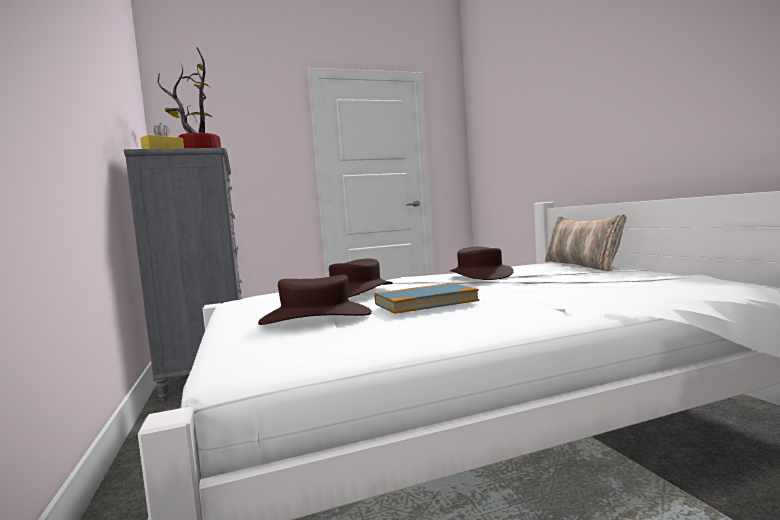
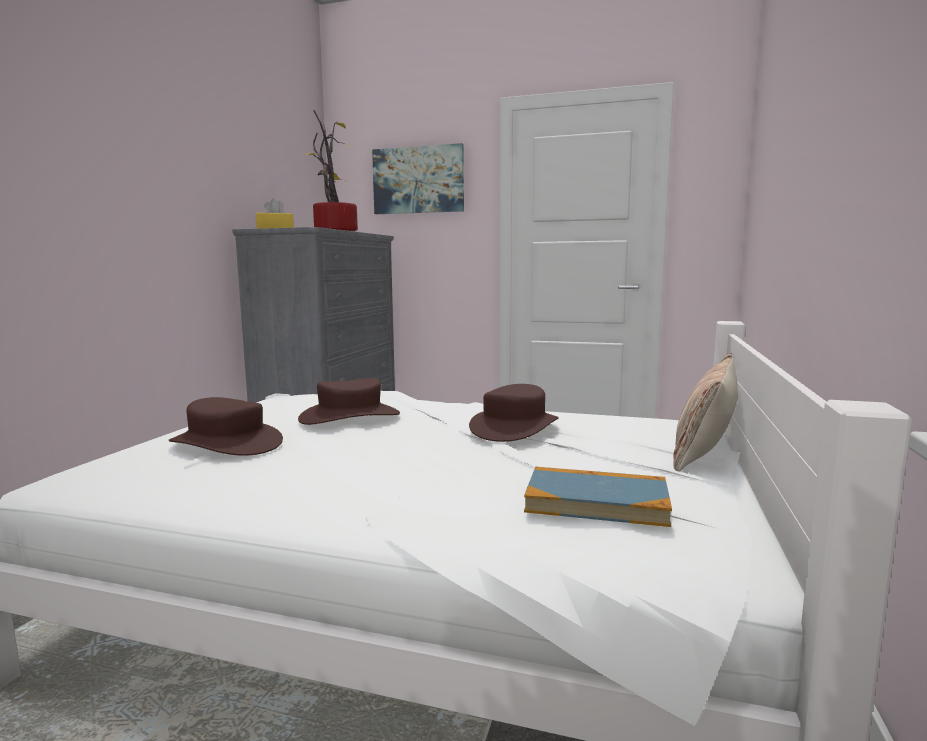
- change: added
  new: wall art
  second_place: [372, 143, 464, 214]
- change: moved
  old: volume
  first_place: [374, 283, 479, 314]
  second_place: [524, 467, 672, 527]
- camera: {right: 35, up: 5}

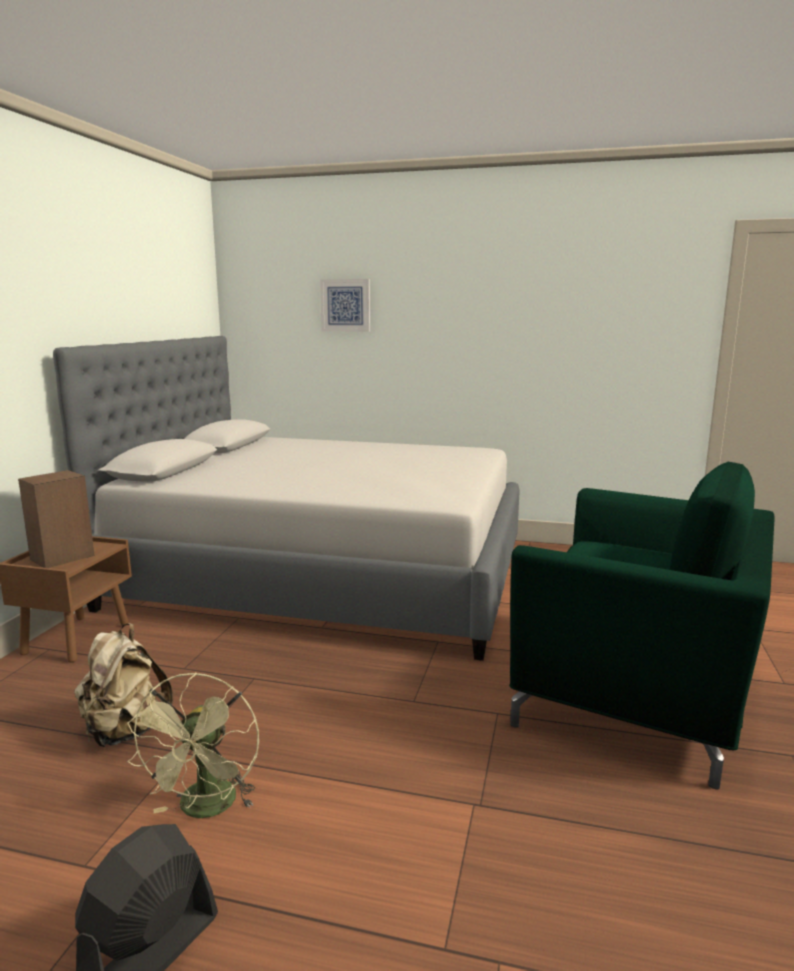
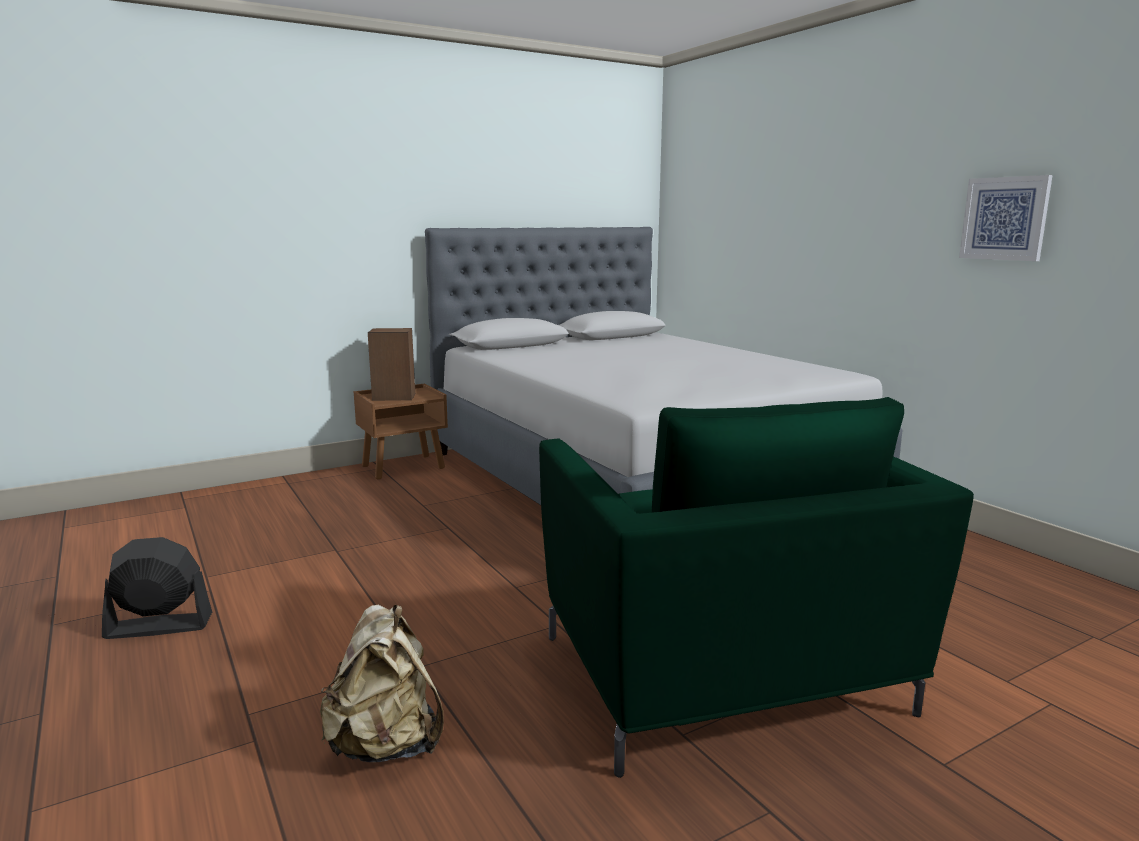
- change: removed
  old: green-coloured fan
  first_place: [127, 672, 259, 818]
- change: moved
  old: beige rucksack
  first_place: [74, 623, 173, 747]
  second_place: [320, 605, 444, 762]
- change: moved
  old: wall art
  first_place: [320, 279, 370, 332]
  second_place: [959, 175, 1053, 261]
- camera: {right: 45, up: 0}

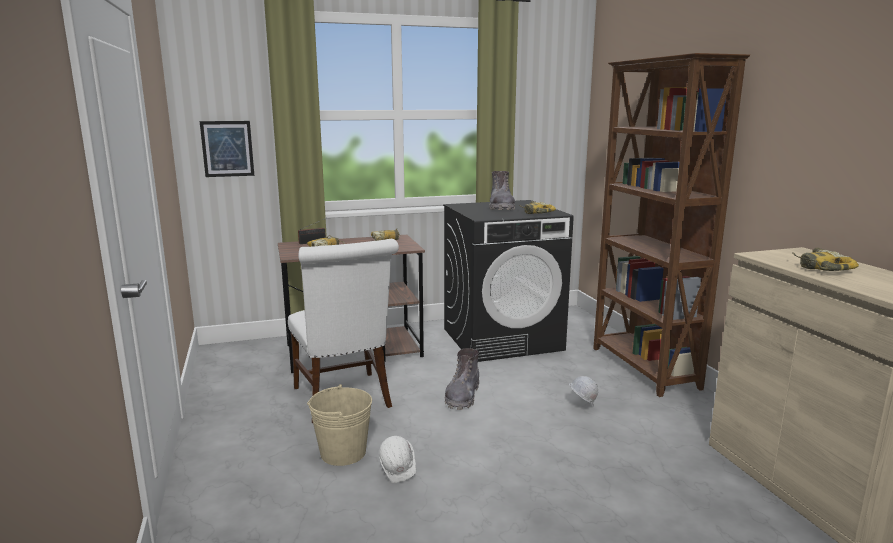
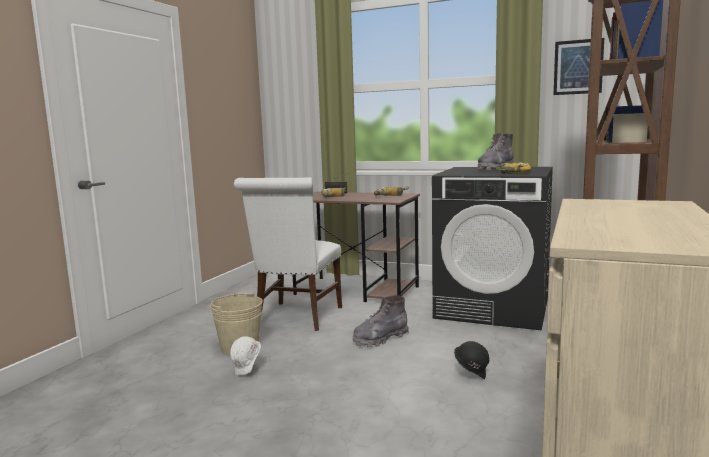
- change: removed
  old: power drill
  first_place: [792, 247, 859, 271]
- change: moved
  old: wall art
  first_place: [200, 121, 254, 177]
  second_place: [554, 38, 604, 95]
- change: recoloured
  old: white-coloured hard hat
  new: black hard hat
  first_place: [569, 376, 598, 406]
  second_place: [454, 341, 490, 379]
- camera: {right: 40, up: -5}

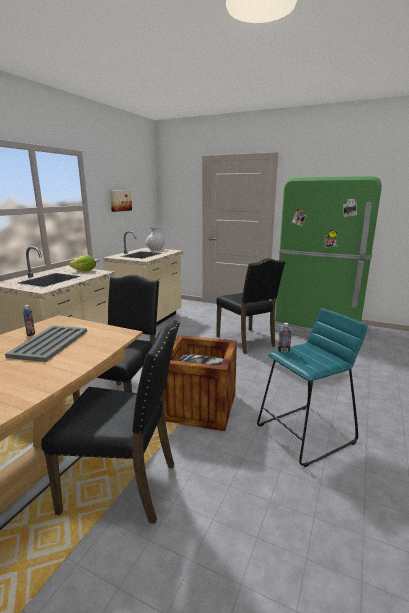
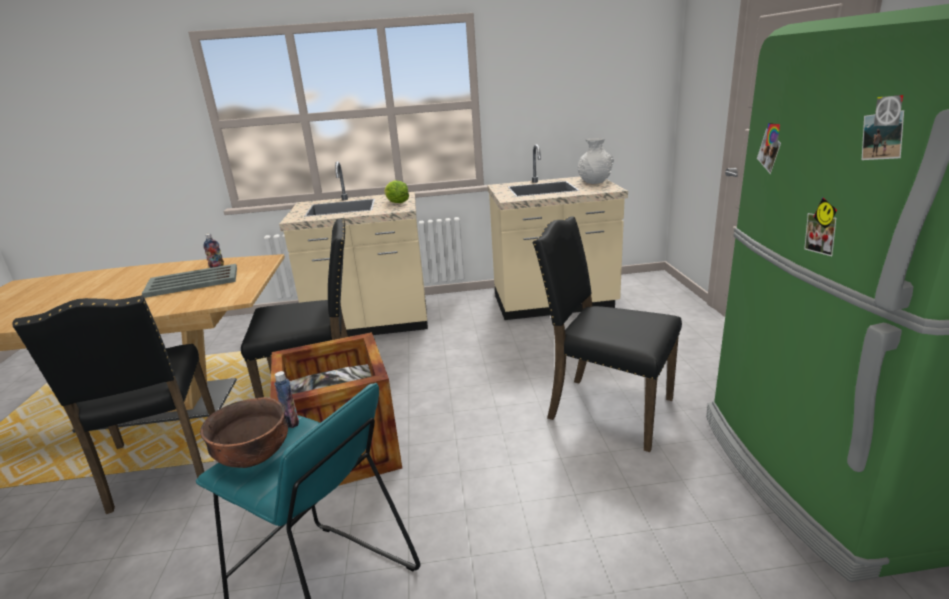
- change: removed
  old: wall art
  first_place: [110, 191, 132, 212]
- change: added
  new: brown-coloured bowl
  second_place: [200, 397, 288, 468]
- change: turned
  old: black upright chair
  first_place: [216, 258, 285, 354]
  second_place: [532, 216, 682, 452]
  degrees: 90
- camera: {right: 60, up: 5}

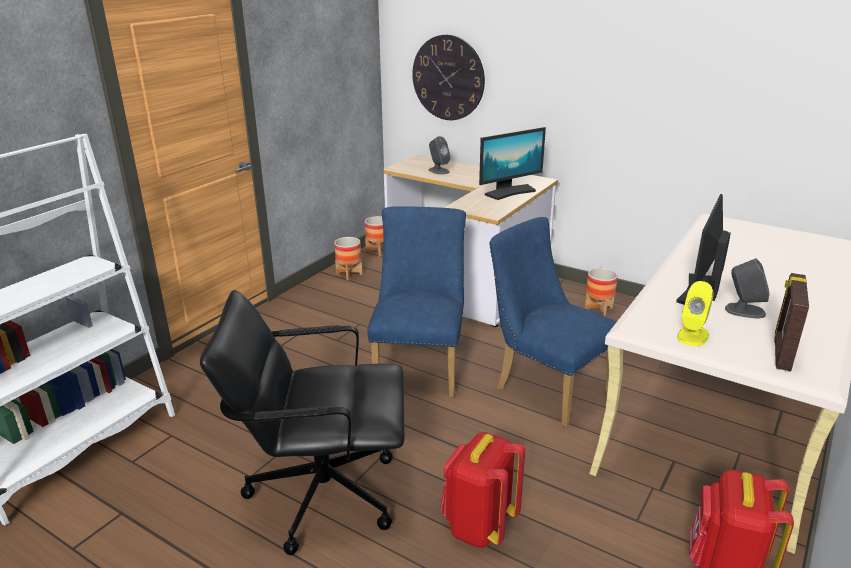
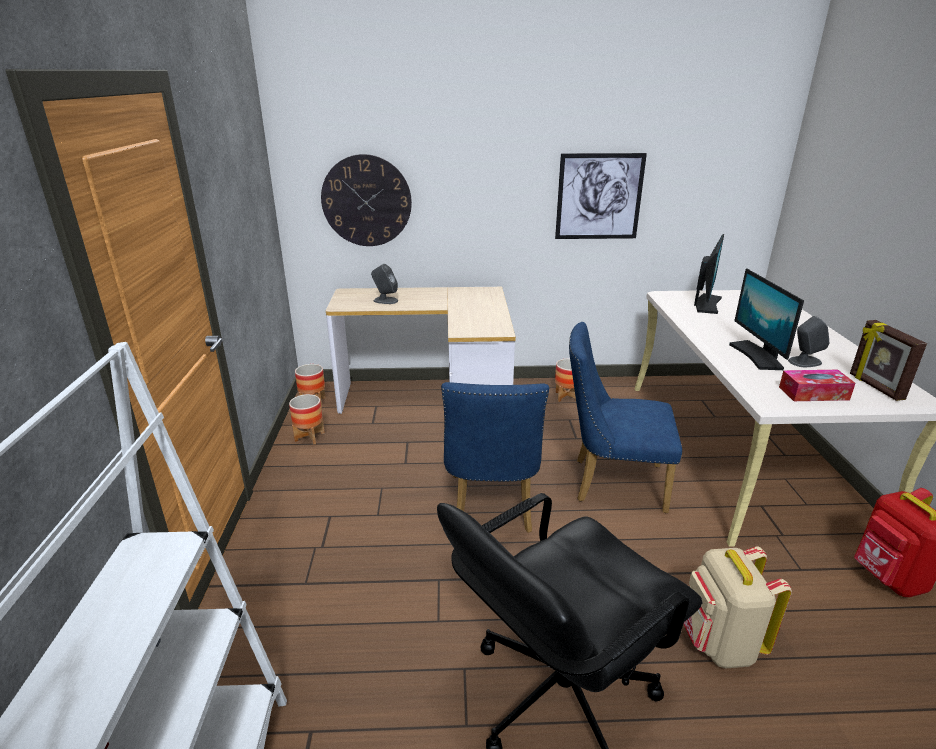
- change: added
  new: wall art
  second_place: [555, 153, 647, 239]
- change: moved
  old: monitor
  first_place: [479, 127, 546, 200]
  second_place: [694, 234, 724, 314]
- change: replaced
  old: yellow-coloured speaker
  new: box of tissues
  first_place: [677, 281, 713, 346]
  second_place: [779, 370, 855, 401]
- change: recoloured
  old: reddish rucksack
  new: beige rucksack
  first_place: [440, 432, 525, 548]
  second_place: [683, 546, 792, 669]
- change: turned
  old: blue-coloured upright chair
  first_place: [367, 206, 466, 398]
  second_place: [441, 382, 549, 533]
  degrees: -150
- camera: {right: -35, up: 0}

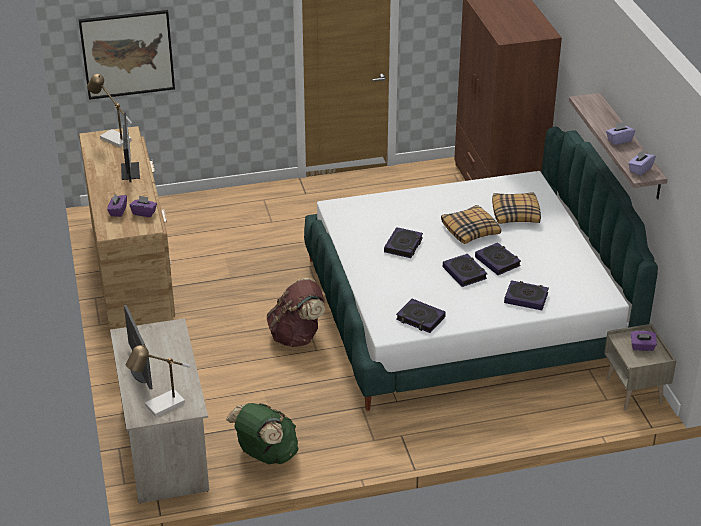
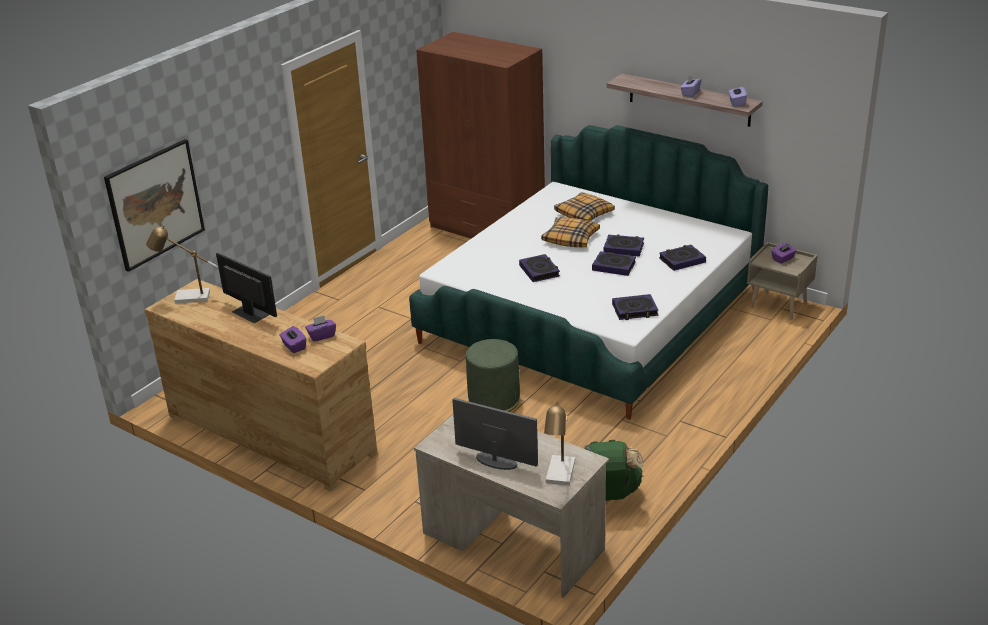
- change: replaced
  old: brown-coloured rucksack
  new: green-coloured footrest
  first_place: [266, 278, 325, 347]
  second_place: [466, 339, 520, 412]
- camera: {right: -40, up: -5}

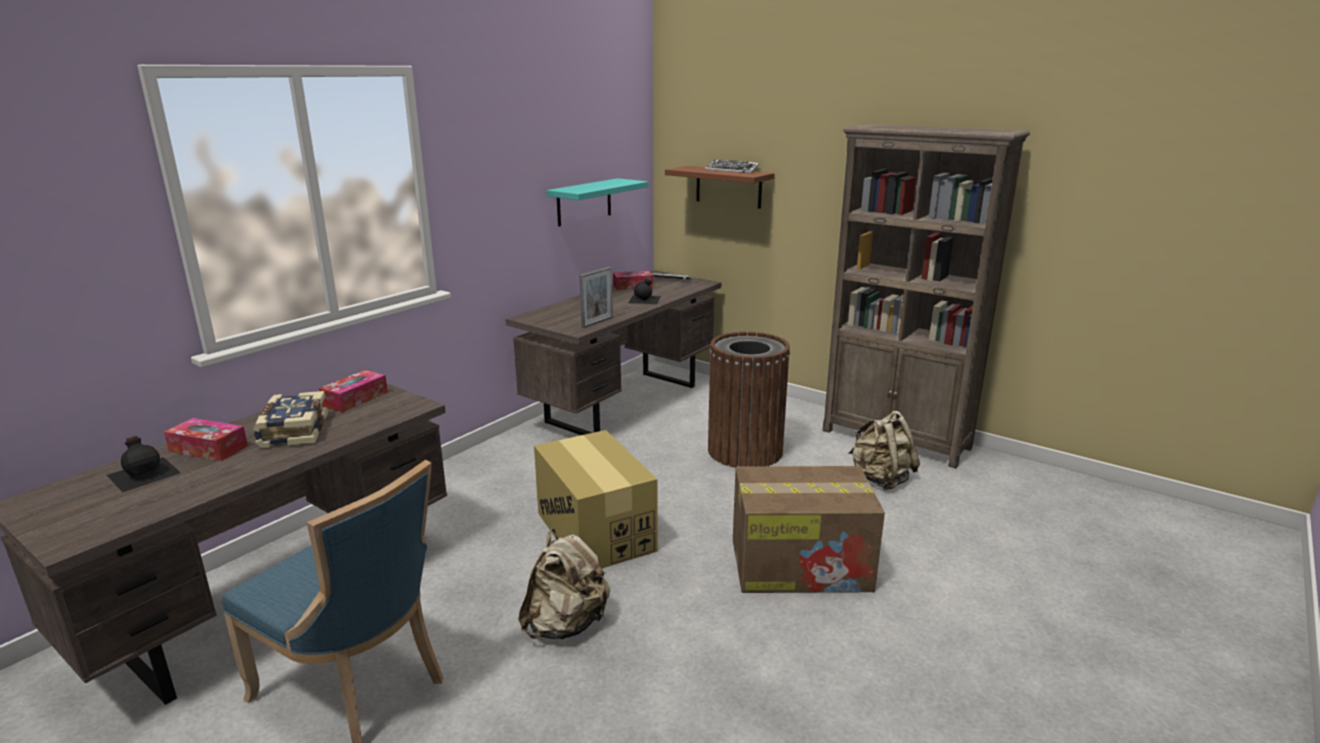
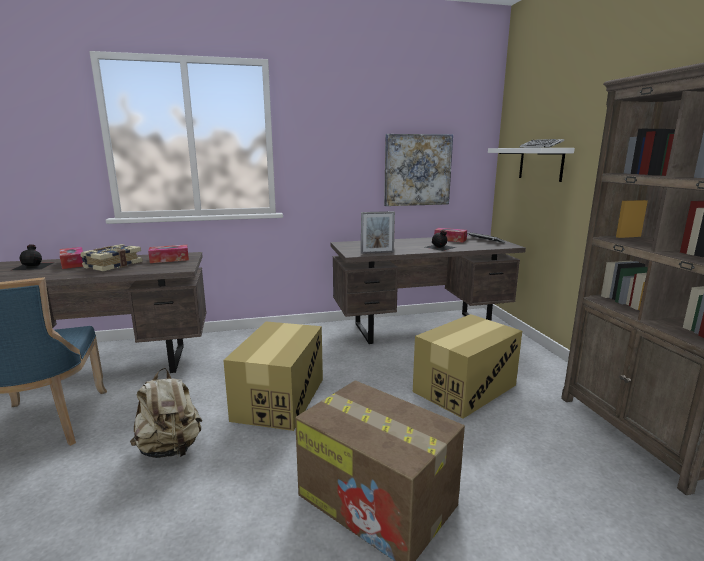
- change: removed
  old: beige rucksack
  first_place: [848, 411, 920, 490]
- change: replaced
  old: turquoise bracket shelf
  new: wall art
  first_place: [546, 178, 648, 226]
  second_place: [384, 134, 453, 206]
- change: replaced
  old: brown-coloured rubbish bin
  new: cardboard box
  first_place: [708, 331, 790, 468]
  second_place: [413, 314, 522, 419]
- change: recoloured
  old: brown-coloured bracket shelf
  new: white-coloured bracket shelf
  first_place: [665, 166, 774, 209]
  second_place: [488, 148, 575, 182]
- camera: {right: 40, up: -5}

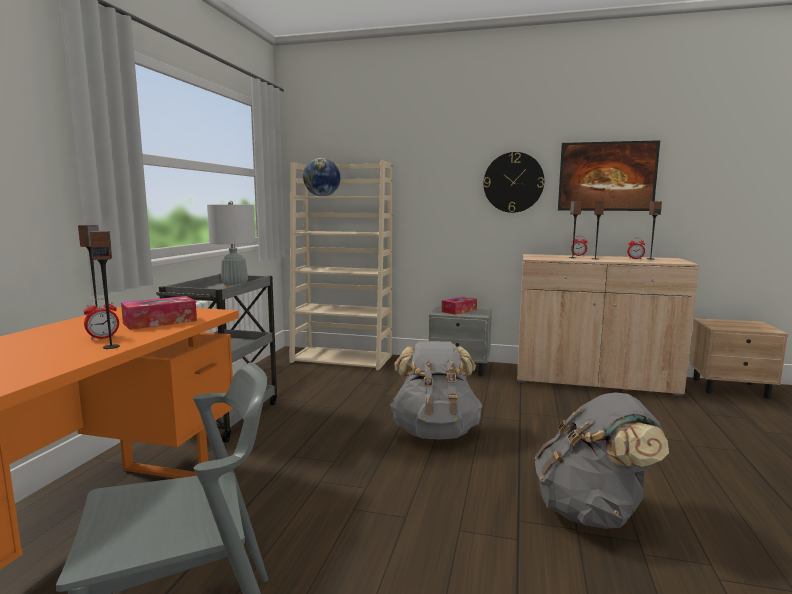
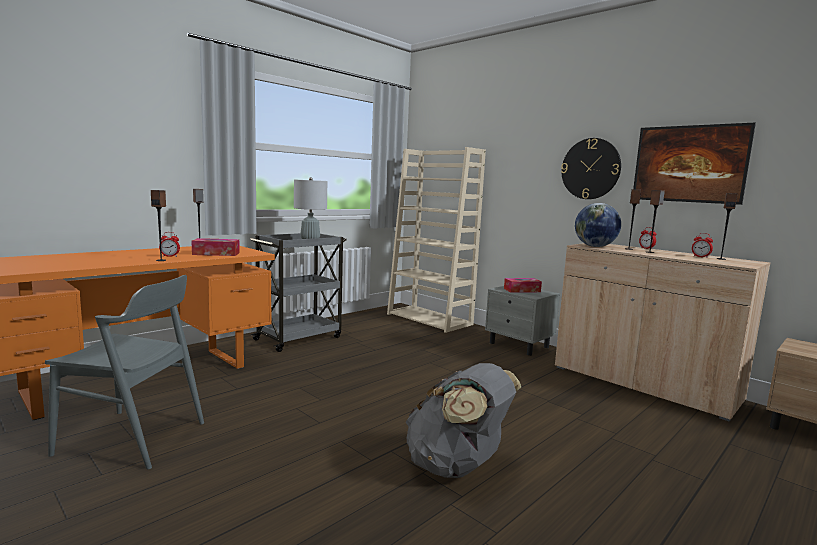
- change: removed
  old: gray rucksack
  first_place: [390, 341, 483, 439]
- change: moved
  old: globe
  first_place: [303, 158, 340, 196]
  second_place: [575, 203, 621, 247]
- camera: {right: 30, up: 0}

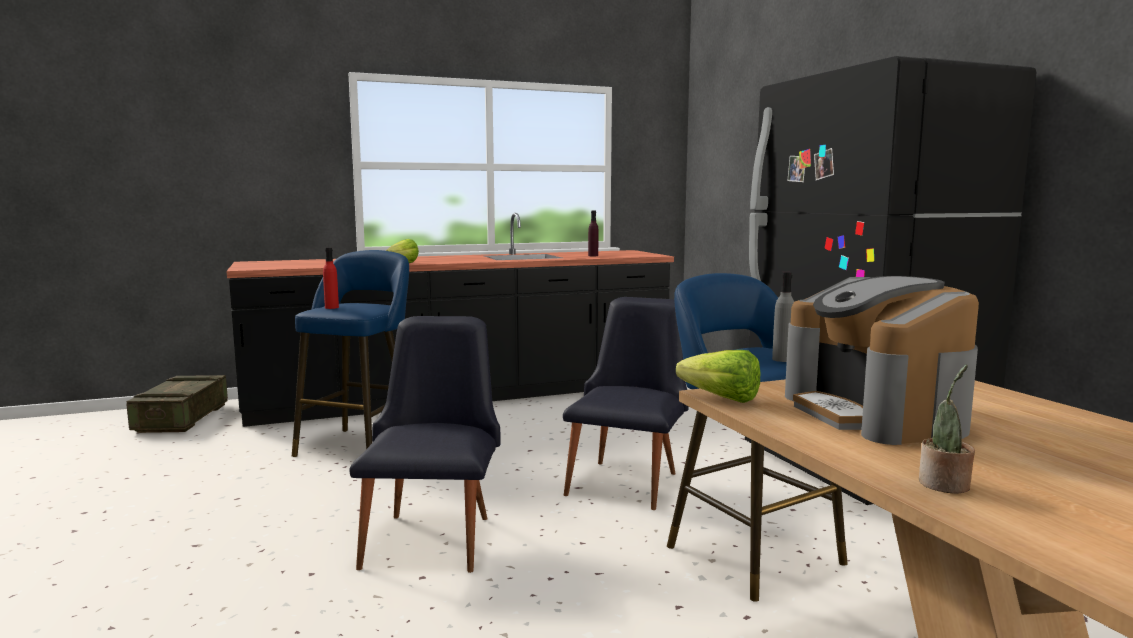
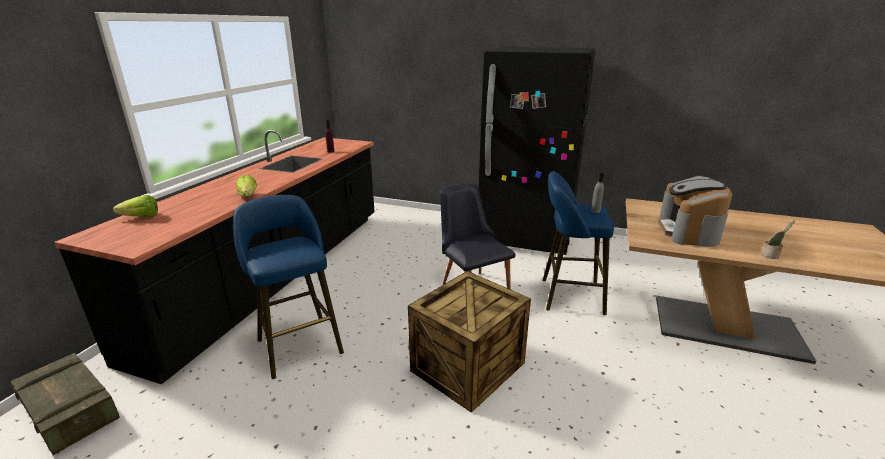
- change: removed
  old: reddish drink bottle
  first_place: [323, 247, 339, 309]
- change: moved
  old: head of lettuce
  first_place: [676, 350, 760, 403]
  second_place: [113, 195, 158, 217]
- change: replaced
  old: black upright chair
  new: shipping crate
  first_place: [349, 316, 501, 573]
  second_place: [408, 271, 531, 413]
- change: turned
  old: coffee brewer
  first_place: [785, 276, 979, 445]
  second_place: [658, 176, 732, 247]
  degrees: 75
- camera: {right: -50, up: 15}

